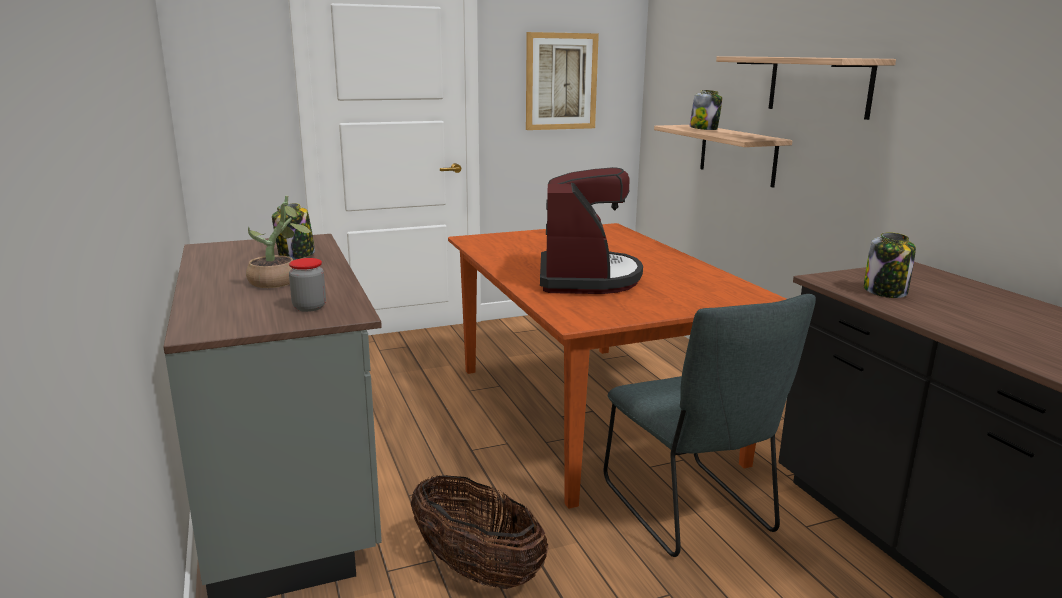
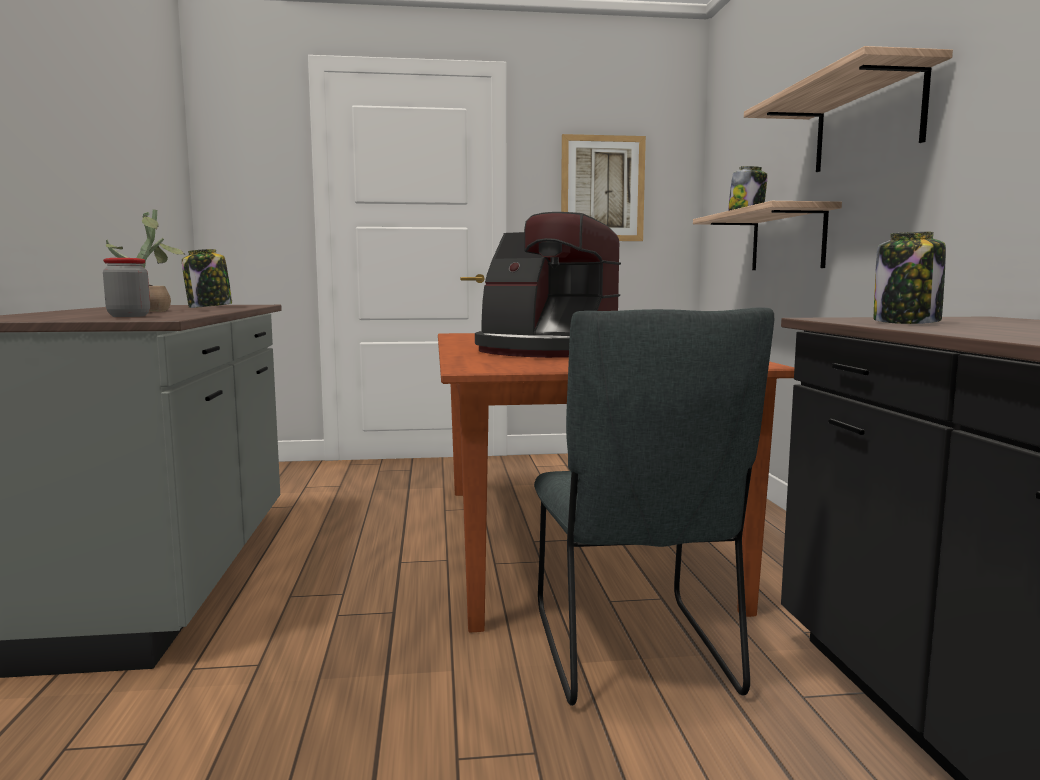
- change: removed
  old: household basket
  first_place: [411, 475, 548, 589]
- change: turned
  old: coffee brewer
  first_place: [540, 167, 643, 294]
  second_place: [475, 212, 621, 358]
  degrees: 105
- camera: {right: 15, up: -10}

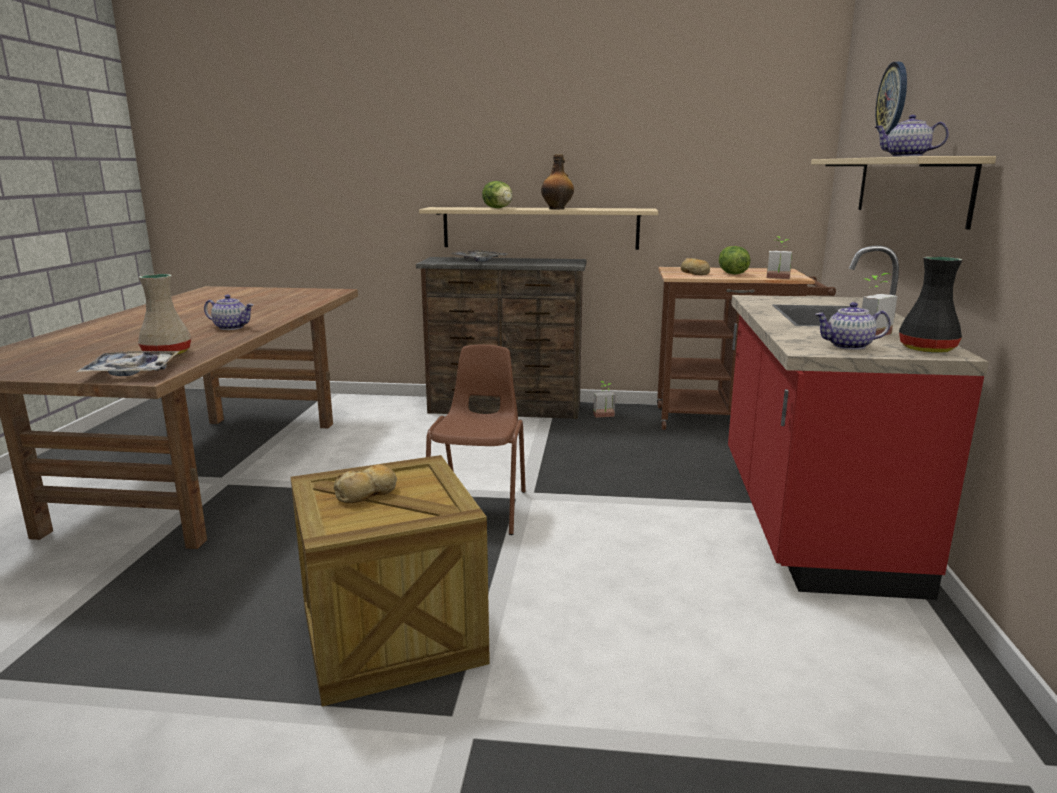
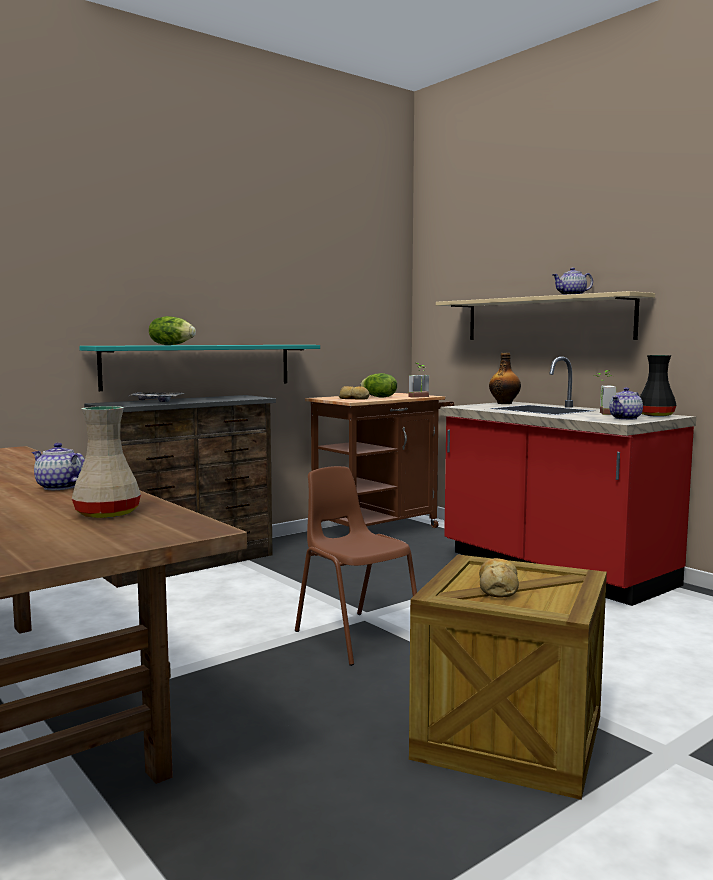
- change: removed
  old: serving tray
  first_place: [77, 351, 180, 376]
- change: removed
  old: plant in a pot
  first_place: [593, 381, 615, 418]
- change: removed
  old: hanging clock
  first_place: [875, 62, 907, 134]
- change: moved
  old: drink bottle
  first_place: [541, 154, 574, 209]
  second_place: [489, 353, 521, 404]
- change: recoloured
  old: beige bracket shelf
  new: turquoise bracket shelf
  first_place: [419, 207, 658, 250]
  second_place: [79, 345, 320, 391]
- change: turned
  old: teapot
  first_place: [204, 295, 254, 330]
  second_place: [32, 443, 85, 490]
  degrees: -120
- camera: {right: -45, up: -10}

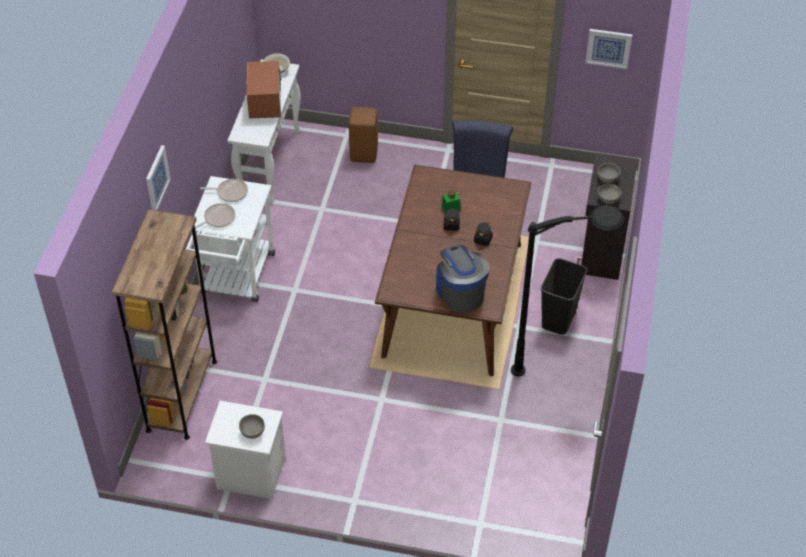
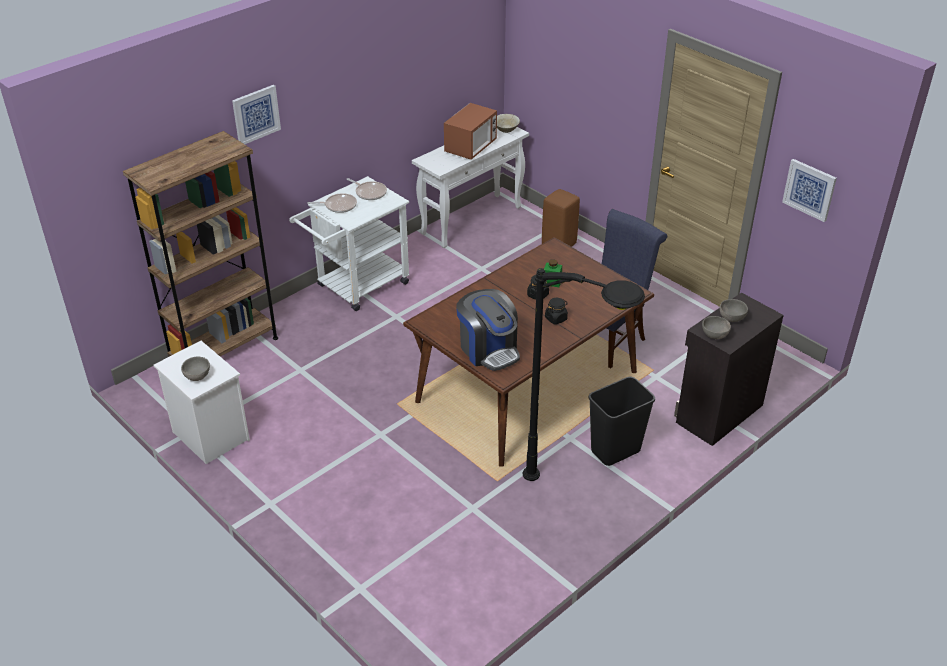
- change: turned
  old: coffee brewer
  first_place: [436, 245, 490, 312]
  second_place: [456, 289, 520, 371]
  degrees: 135
- camera: {right: 35, up: -10}

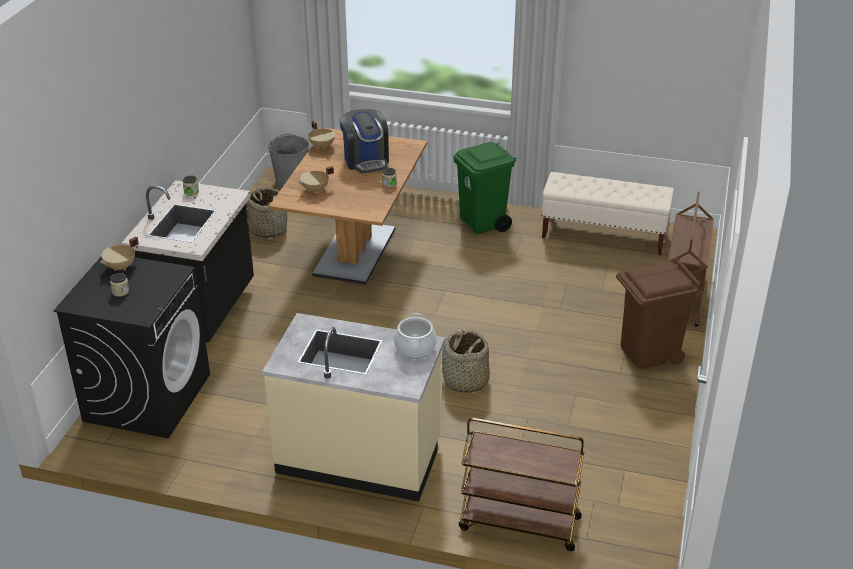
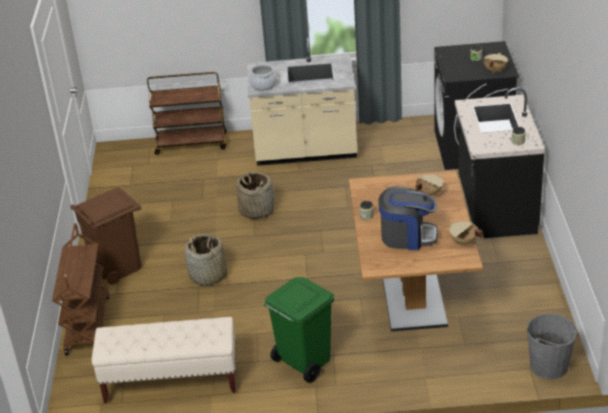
- change: moved
  old: household basket
  first_place: [247, 187, 287, 238]
  second_place: [185, 234, 227, 286]
- change: turned
  old: coffee brewer
  first_place: [339, 109, 389, 174]
  second_place: [378, 186, 438, 250]
  degrees: 135
- camera: {right: 165, up: 0}

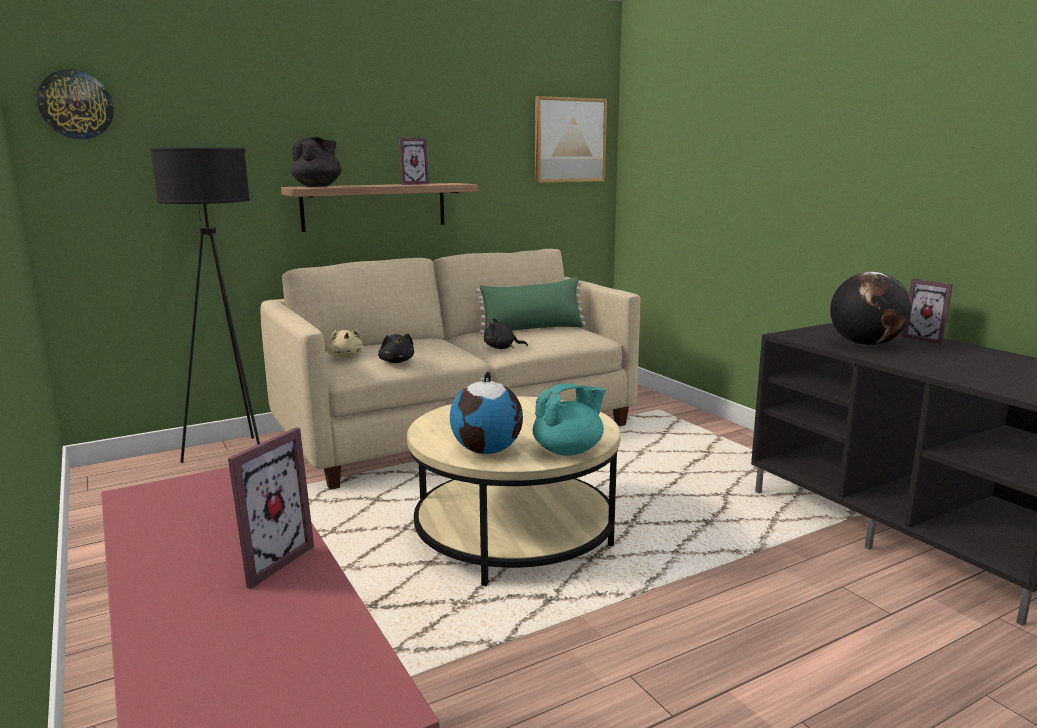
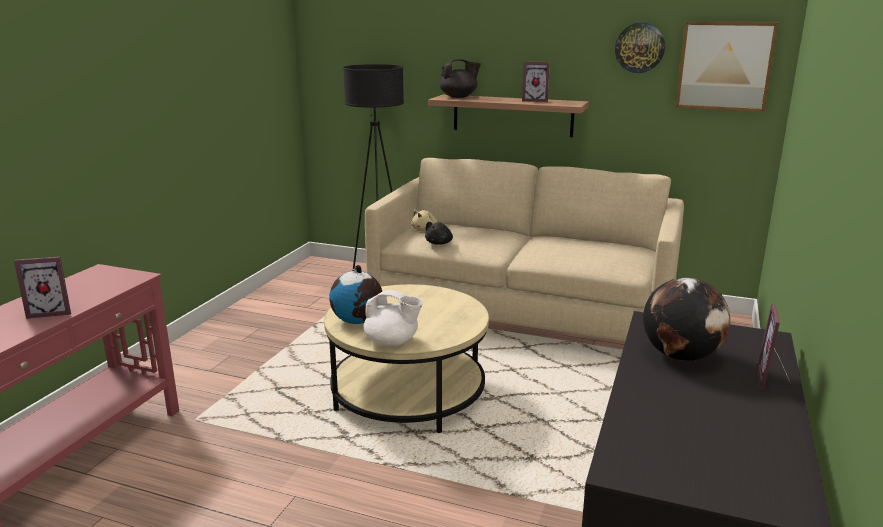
- change: removed
  old: green-coloured pillow
  first_place: [476, 277, 586, 334]
- change: removed
  old: black soft toy
  first_place: [484, 318, 528, 349]
- change: moved
  old: hanging clock
  first_place: [37, 69, 114, 139]
  second_place: [615, 23, 665, 73]
- change: recoloured
  old: turquoise teapot
  new: white-coloured teapot
  first_place: [533, 383, 606, 456]
  second_place: [364, 290, 423, 347]
- camera: {right: 50, up: 5}

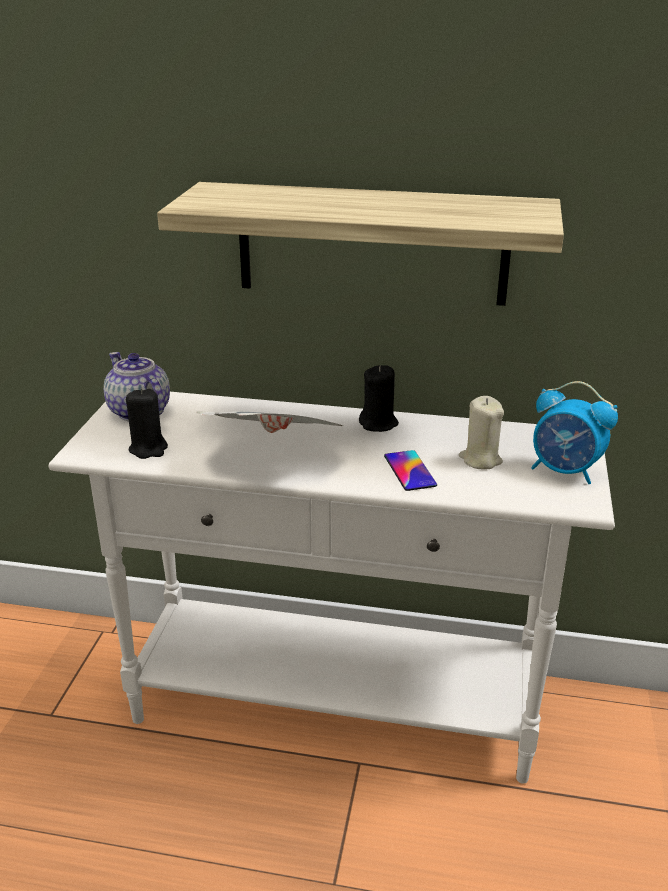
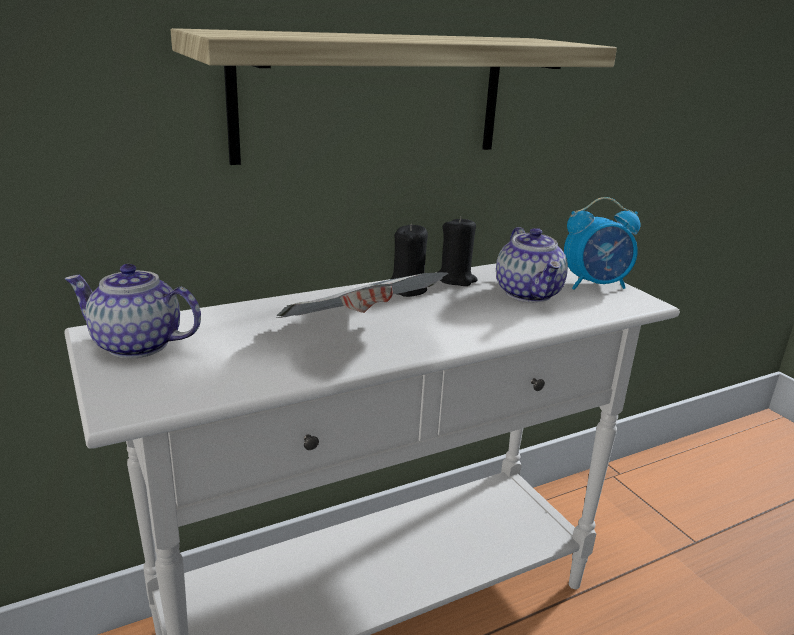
- change: removed
  old: phone
  first_place: [384, 450, 437, 491]
- change: moved
  old: black wax candle
  first_place: [126, 388, 168, 459]
  second_place: [437, 216, 478, 286]
- change: replaced
  old: beige wax candle
  new: teapot
  first_place: [459, 396, 504, 469]
  second_place: [496, 227, 568, 302]
- camera: {right: -40, up: -5}

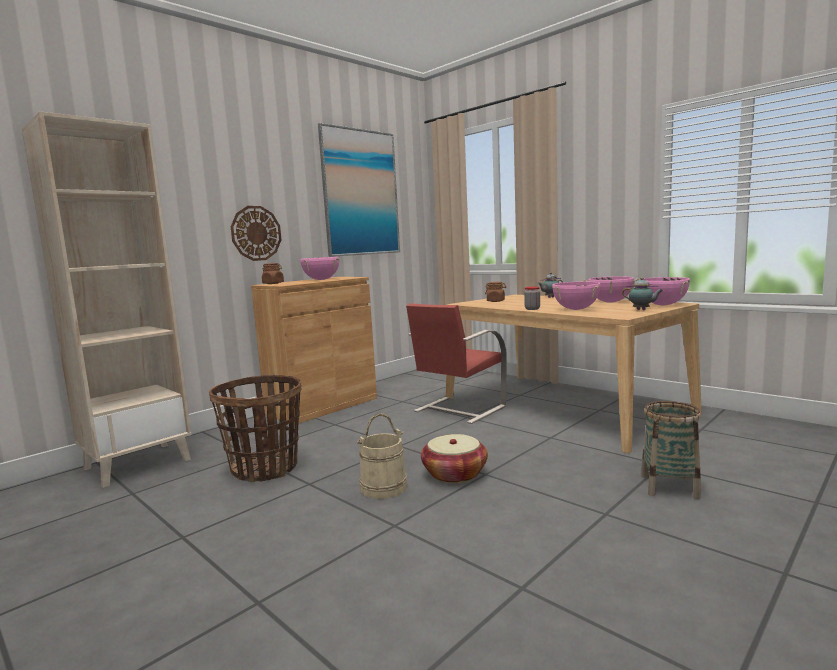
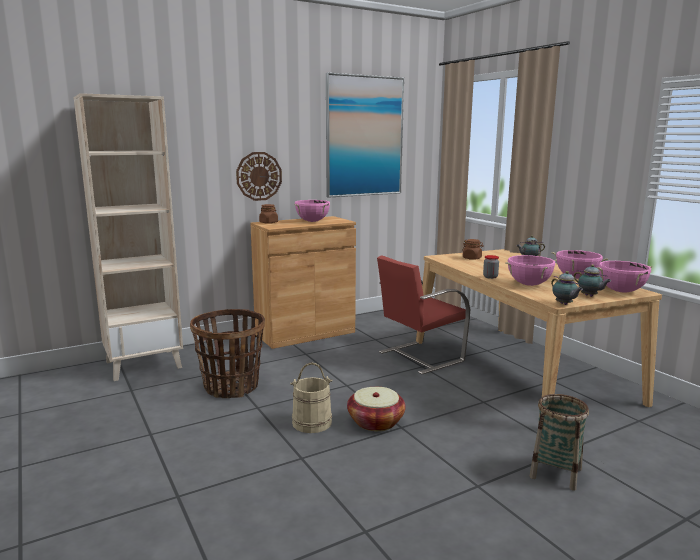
- change: added
  new: teapot
  second_place: [551, 271, 583, 305]
- camera: {right: 15, up: 5}

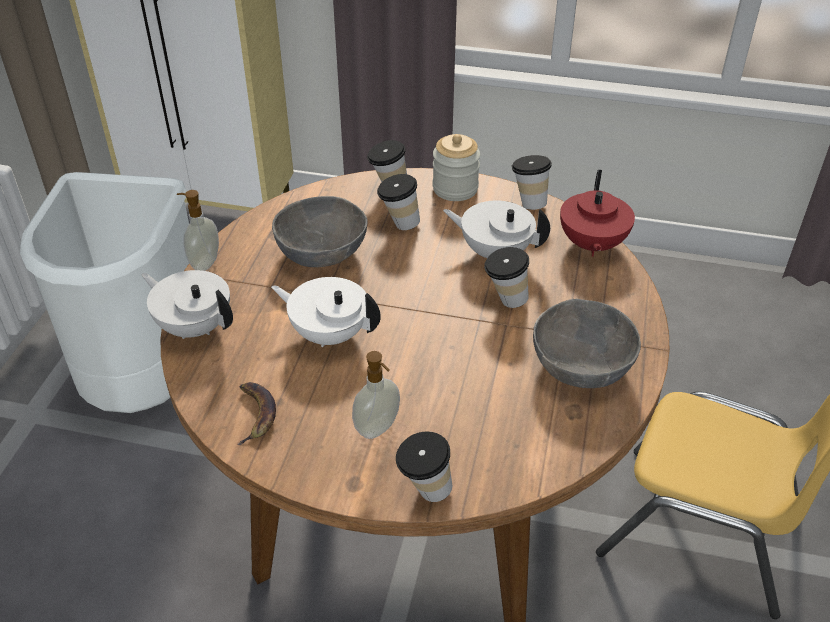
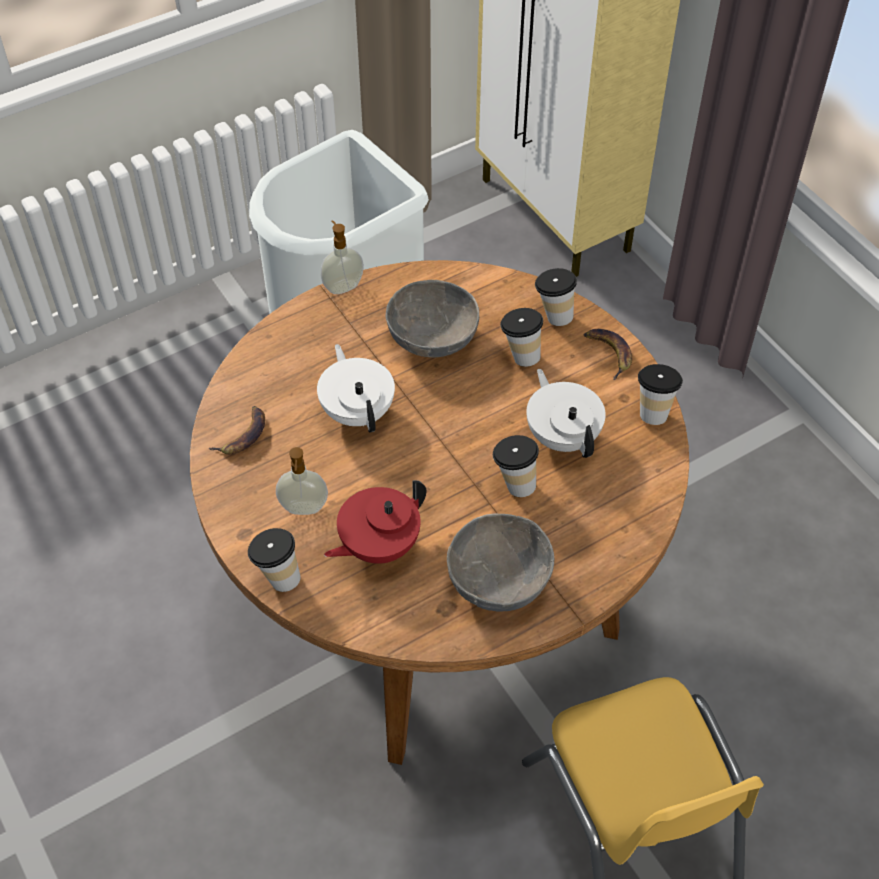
- change: removed
  old: white-coloured teapot
  first_place: [142, 270, 233, 339]
- change: moved
  old: reddish teapot
  first_place: [560, 170, 635, 257]
  second_place: [324, 480, 426, 564]
- change: replaced
  old: preserve jar
  new: banana
  first_place: [432, 134, 480, 201]
  second_place: [584, 329, 632, 380]
- camera: {right: 45, up: 10}

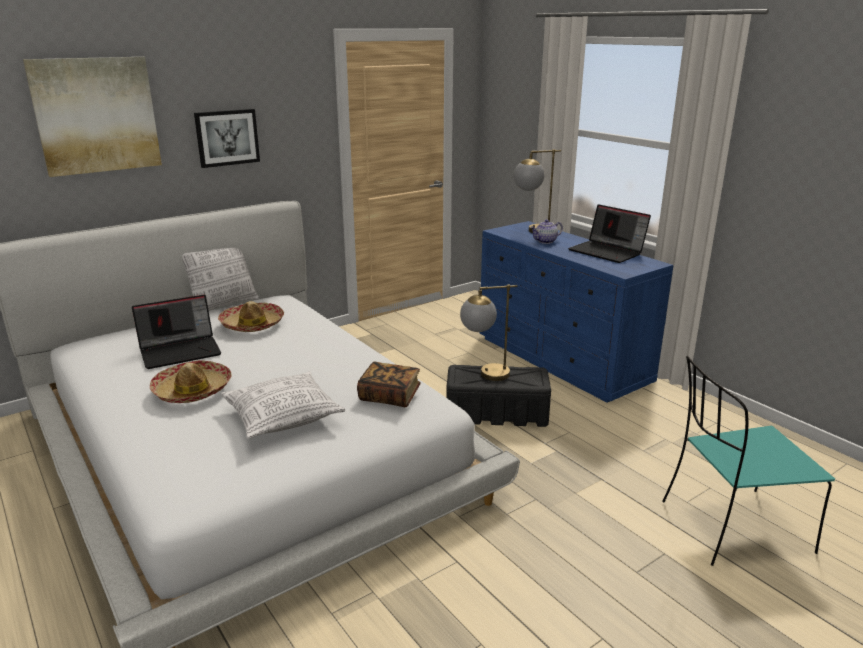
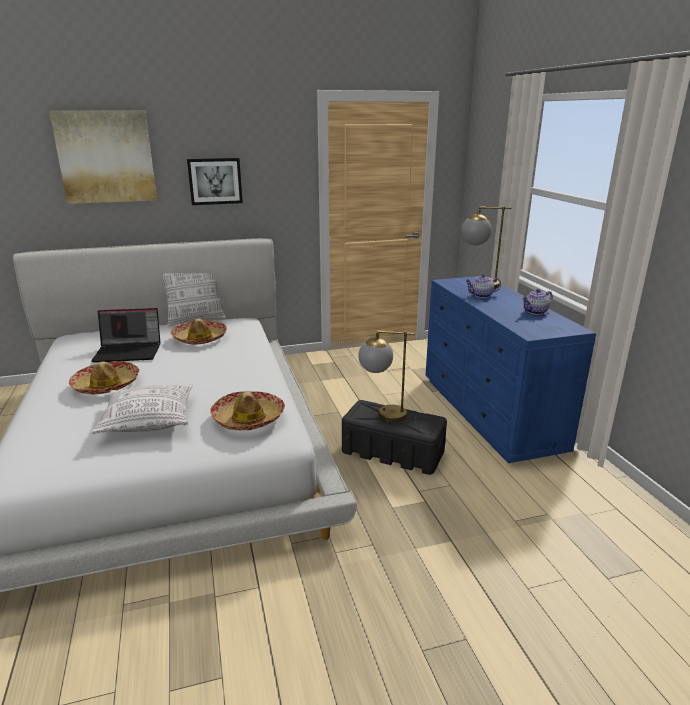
- change: removed
  old: turquoise upright chair
  first_place: [662, 356, 835, 566]
- change: replaced
  old: volume
  new: wearable hat
  first_place: [357, 362, 421, 407]
  second_place: [210, 391, 285, 430]
- change: replaced
  old: notebook computer
  new: teapot
  first_place: [568, 204, 651, 263]
  second_place: [522, 289, 553, 315]
- camera: {right: 20, up: 0}

